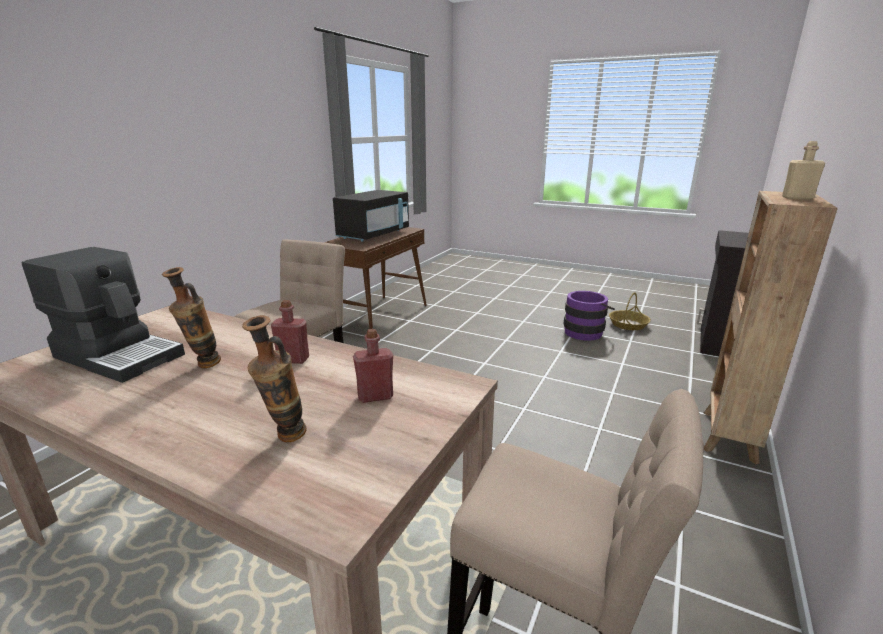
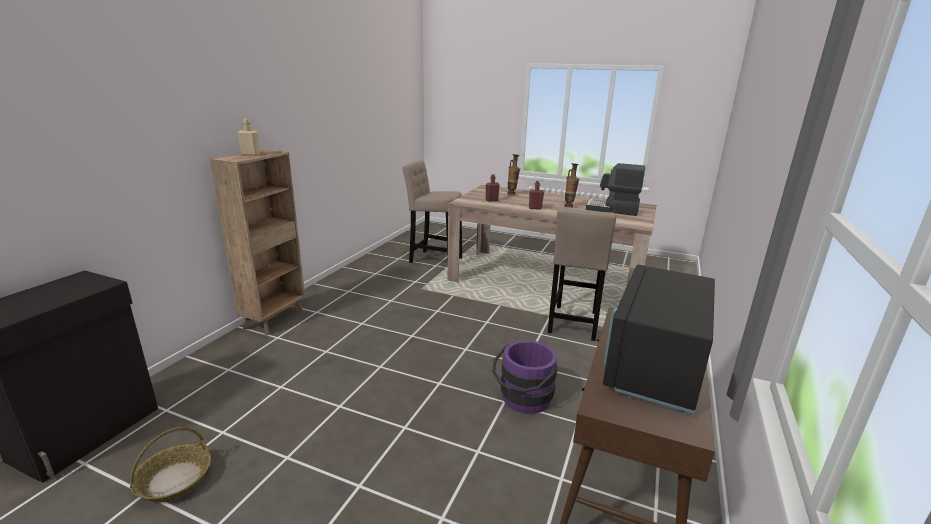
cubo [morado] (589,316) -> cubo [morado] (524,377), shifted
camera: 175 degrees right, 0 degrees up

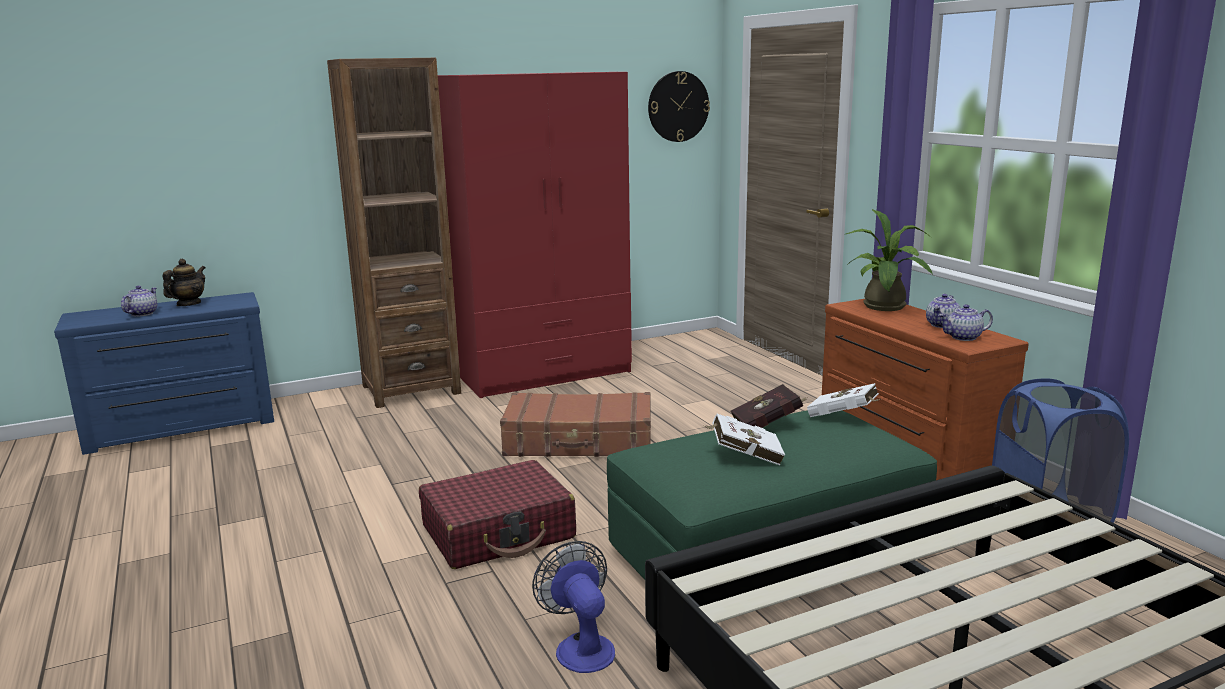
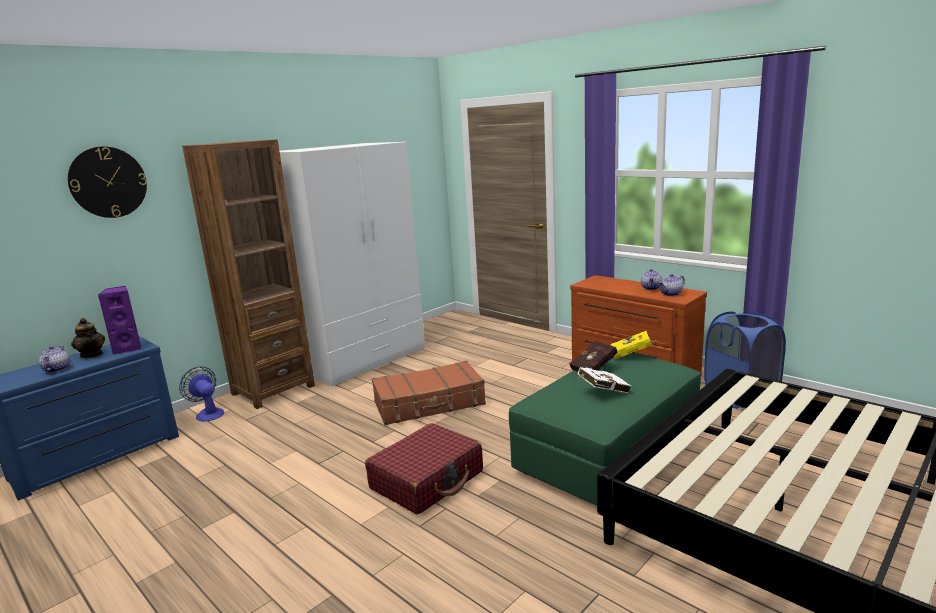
planta en maceta (889,260) -> none
none -> altavoz [morado] (120,320)
ventilador (573,607) -> ventilador (201,393), shifted
reloj de pared (679,106) -> reloj de pared (107,182), shifted
armario ropero [rojo] (535,235) -> armario ropero [blanco] (352,264)
libro [blanco] (844,400) -> libro [amarillo] (634,345)
tetera (184,282) -> tetera (88,338), 135 degrees clockwise
camera: 20 degrees left, 0 degrees up

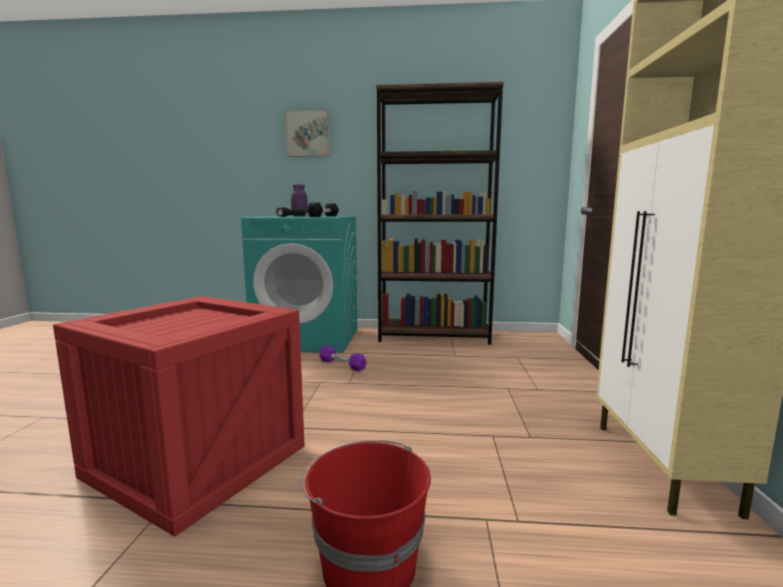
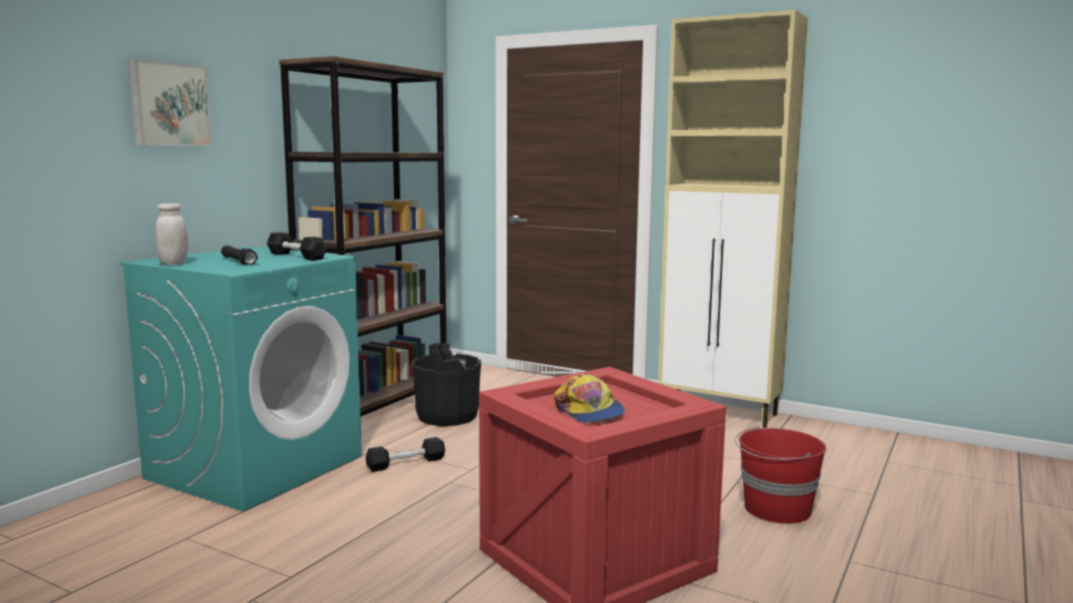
tarro [morado] (299,200) -> none
none -> tarro [blanco] (171,234)
none -> cubo [negro] (446,384)
none -> gorra (589,398)
mancuerna [morado] (343,358) -> mancuerna [negro] (405,454)
camera: 65 degrees left, 0 degrees up

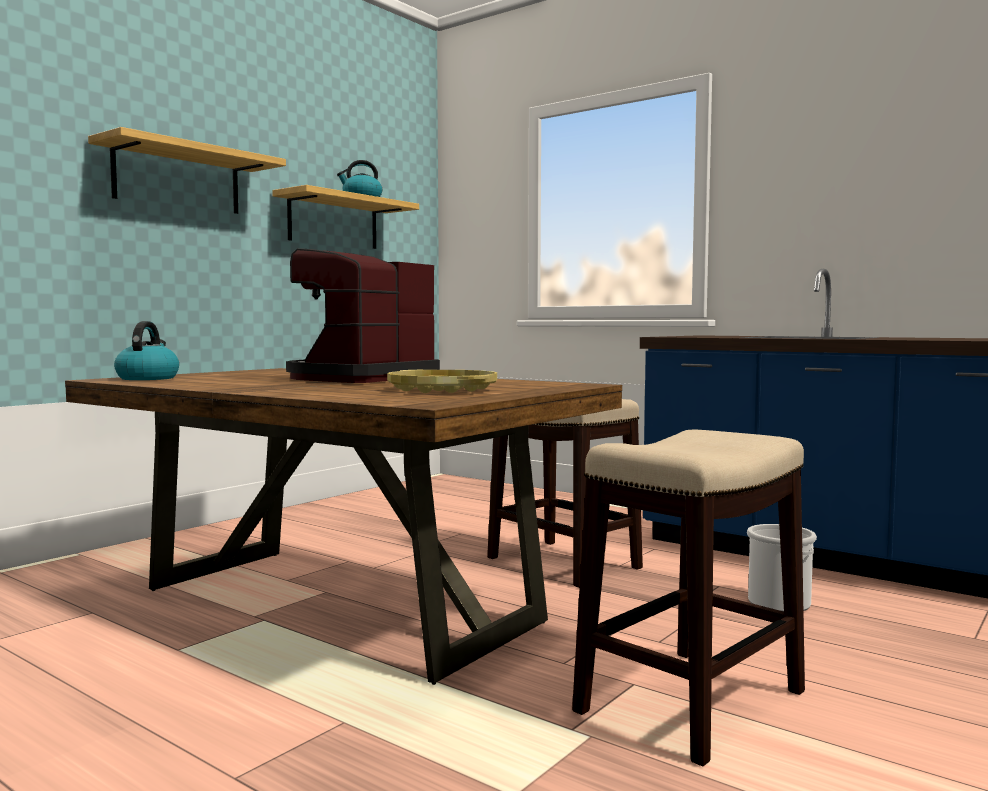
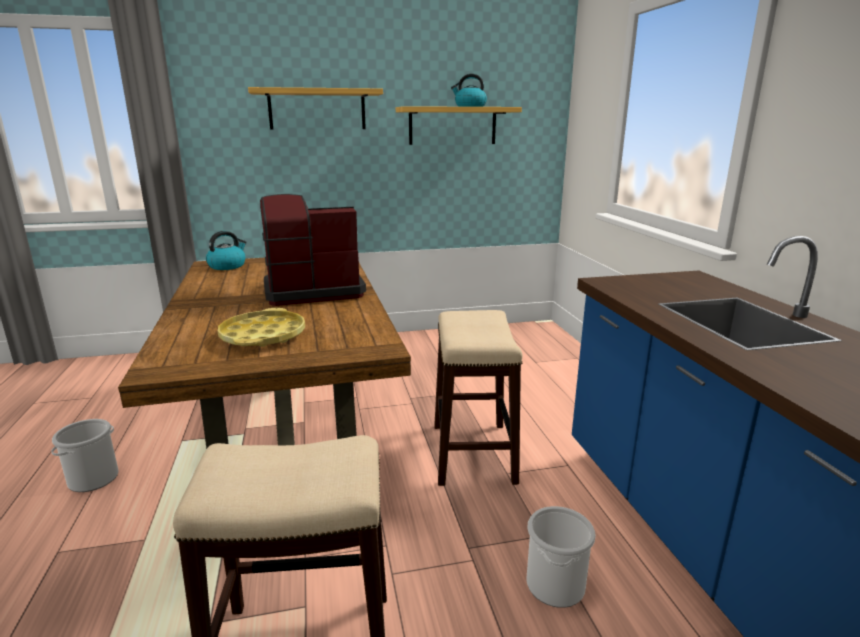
none -> cubo (85,455)
camera: 40 degrees right, 15 degrees up

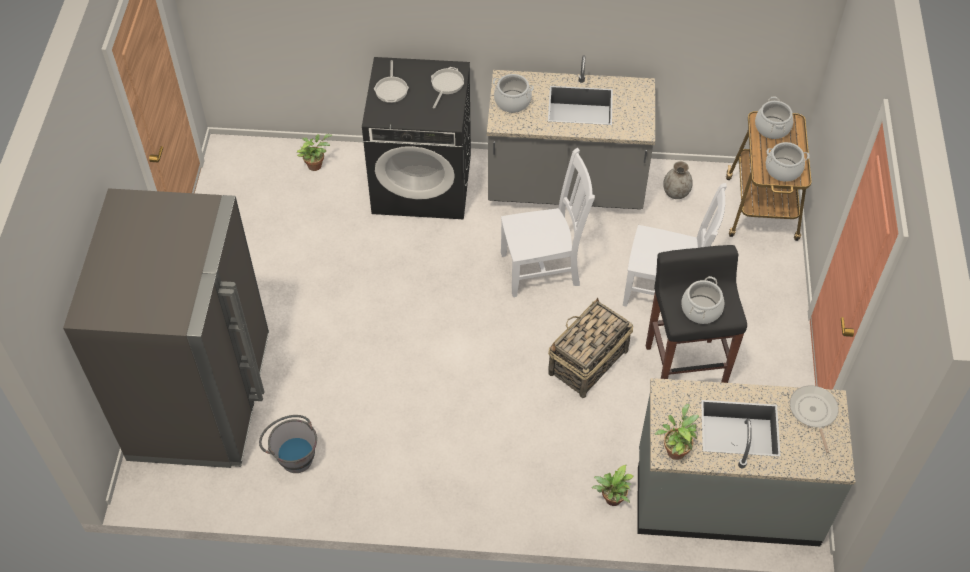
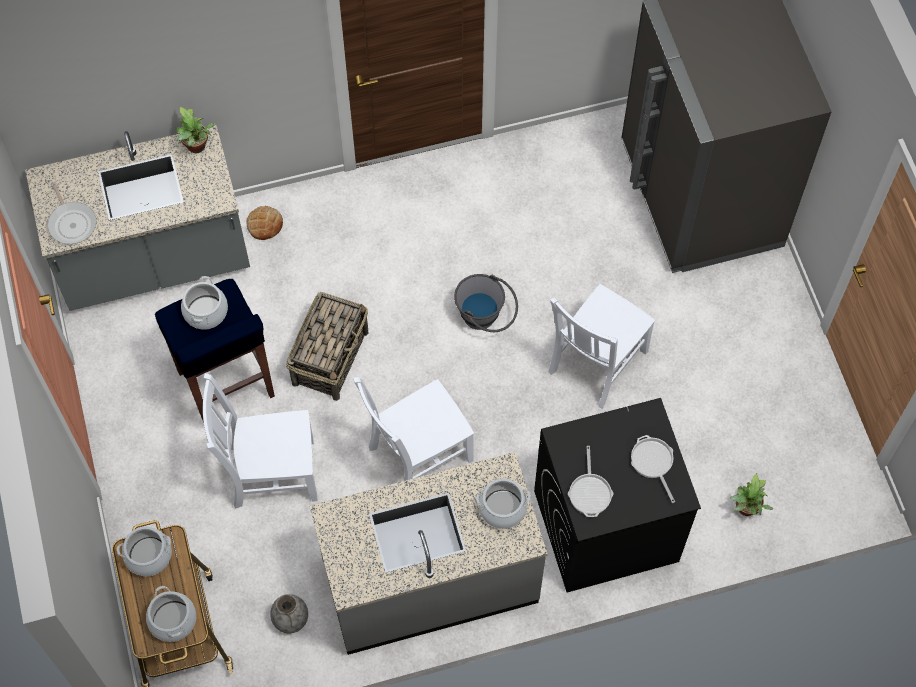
none -> silla [blanco] (601,346)
cubo [gris] (288,444) -> cubo [gris] (486,303), shifted
planta en maceta (613,485) -> pan (265,223)
taburete [negro] (696,314) -> taburete [azul] (215,351)
camera: 160 degrees right, 10 degrees up

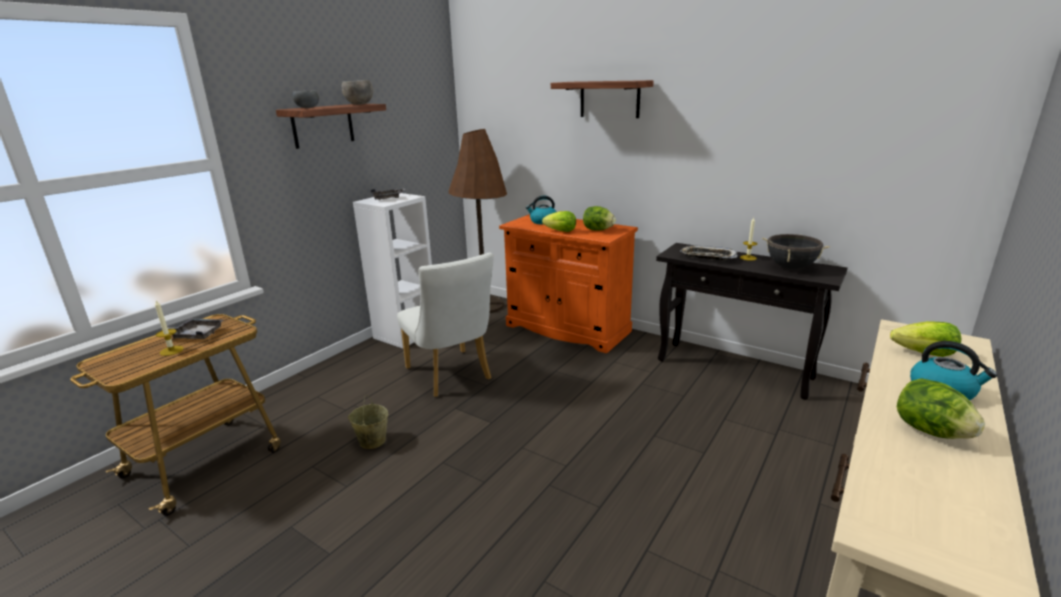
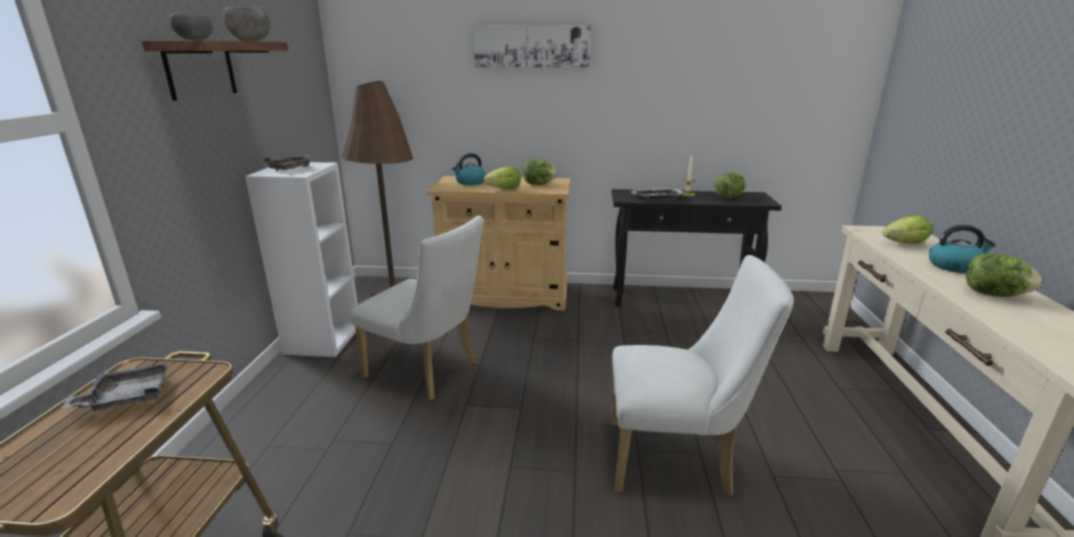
vela (169,328) -> none
cubo [beis] (368,422) -> none
none -> silla [blanco] (702,375)
estante (602,99) -> cuadro (532,46)
olla [negro] (796,251) -> lechuga (730,185)
armario [naranja] (568,284) -> armario [beis] (499,243)
camera: 30 degrees left, 0 degrees up

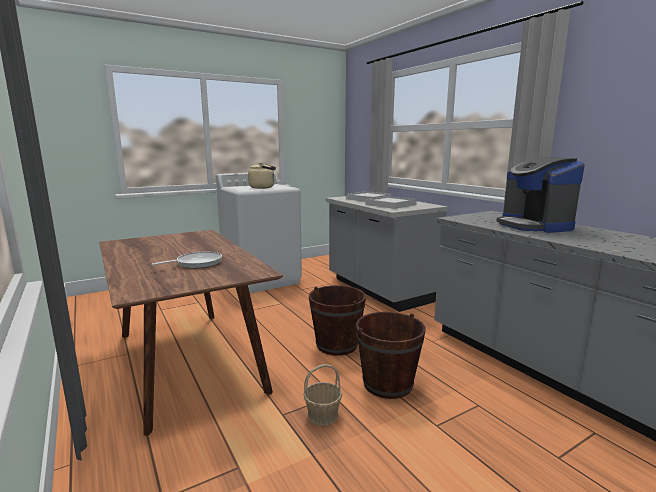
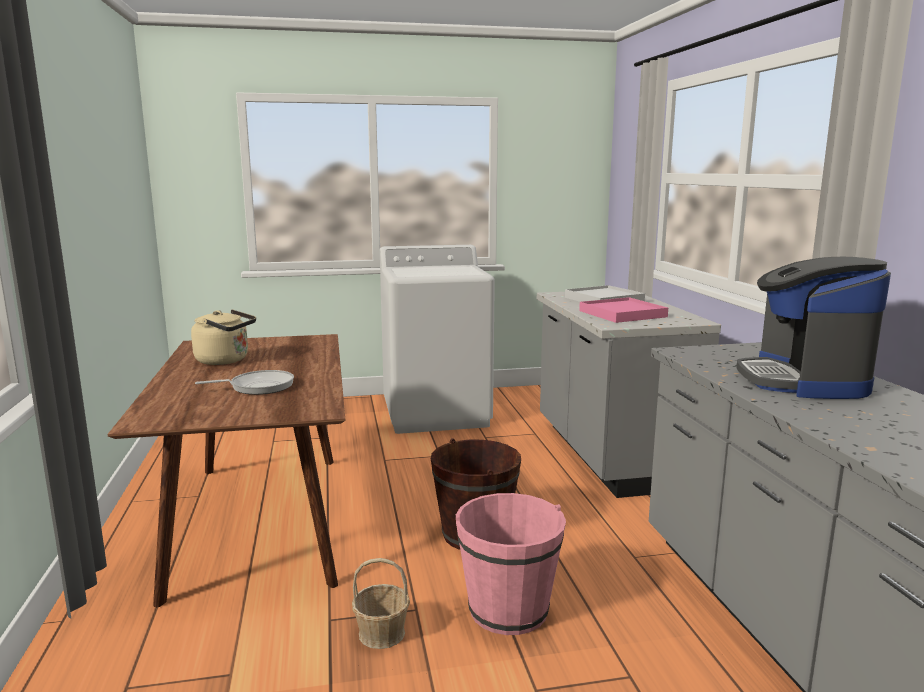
hervidor [beis] (262,176) -> hervidor [beis] (223,337), shifted
cubo [marrón] (391,355) -> cubo [rosa] (511,564)
bandeja [blanco] (391,202) -> bandeja [rosa] (623,310)
camera: 20 degrees right, 0 degrees up

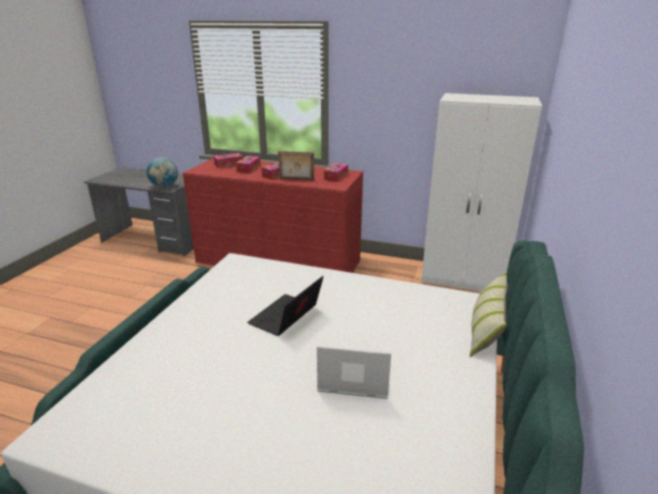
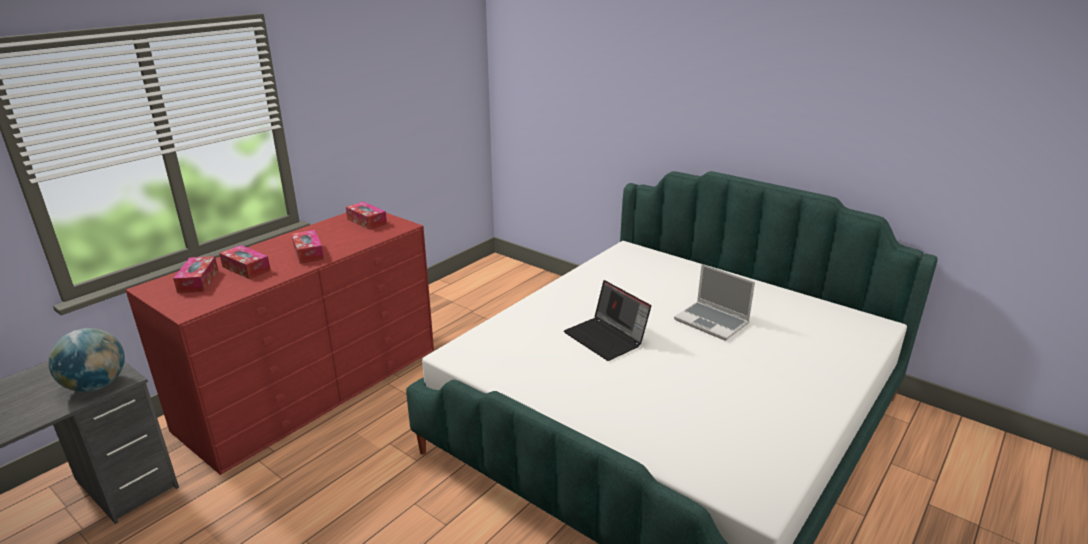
portarretratos (296,166) -> none
armario ropero [blanco] (481,192) -> none
cojín (489,314) -> none
portátil (354,372) -> portátil (714,302), 75 degrees counterclockwise
camera: 70 degrees left, 0 degrees up

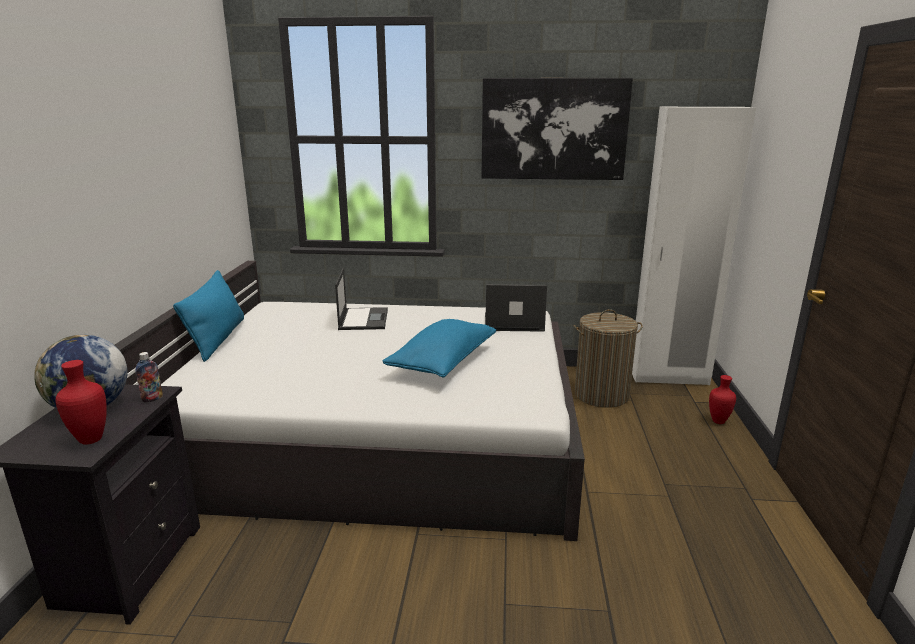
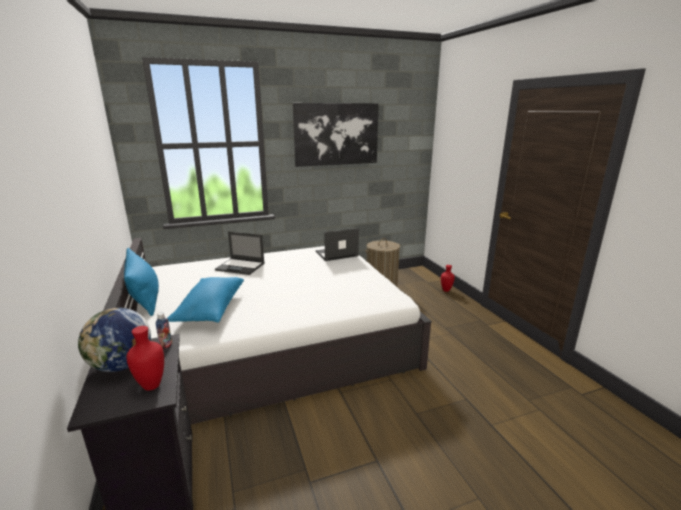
armario ropero [blanco] (694,246) -> none
cojín [azul] (439,348) -> cojín [azul] (205,299), shifted
portátil (361,299) -> portátil (240,253), 135 degrees clockwise
camera: 25 degrees left, 0 degrees up

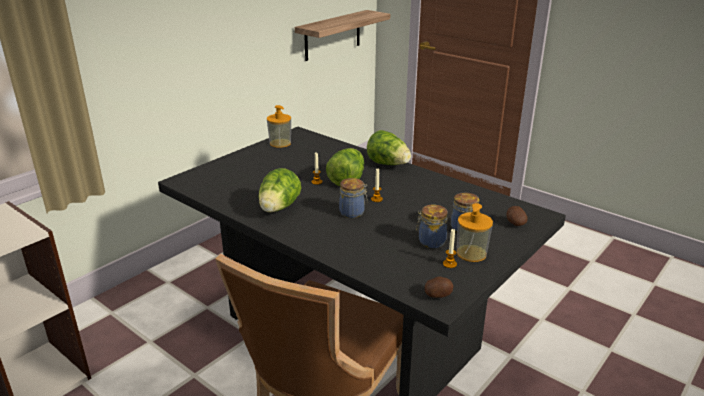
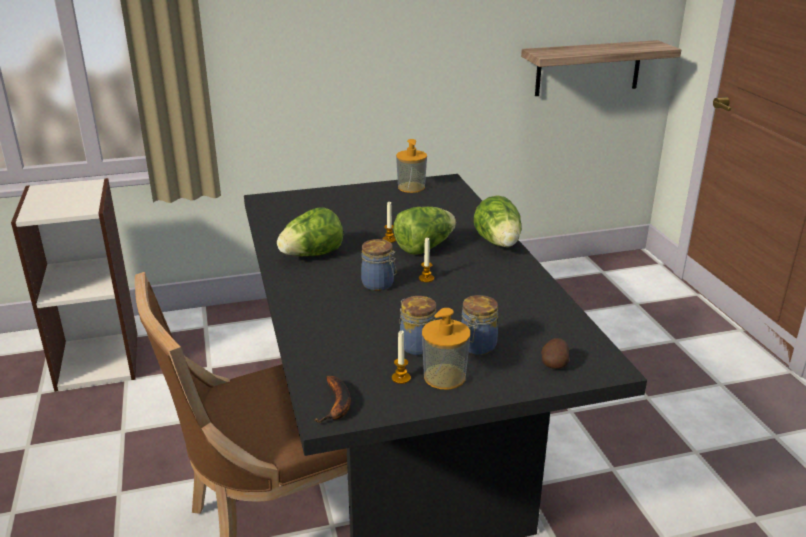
patata (439,287) -> plátano (332,399)
camera: 35 degrees right, 0 degrees up

